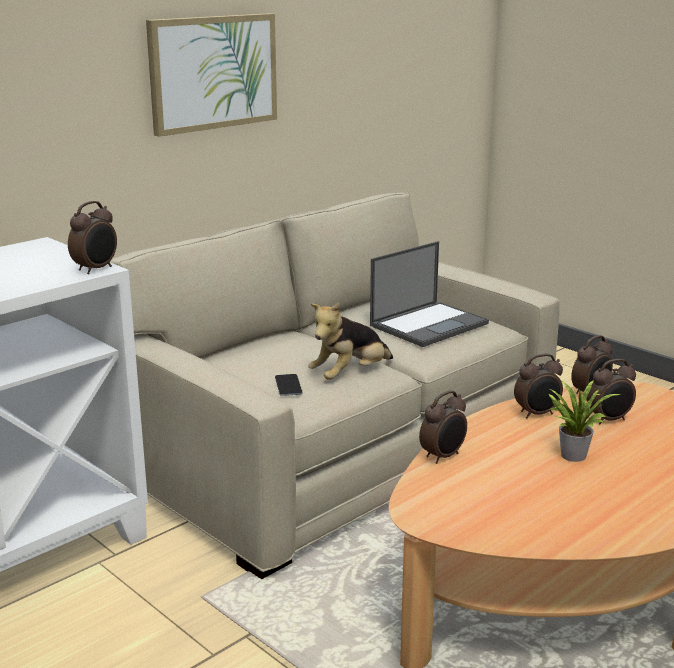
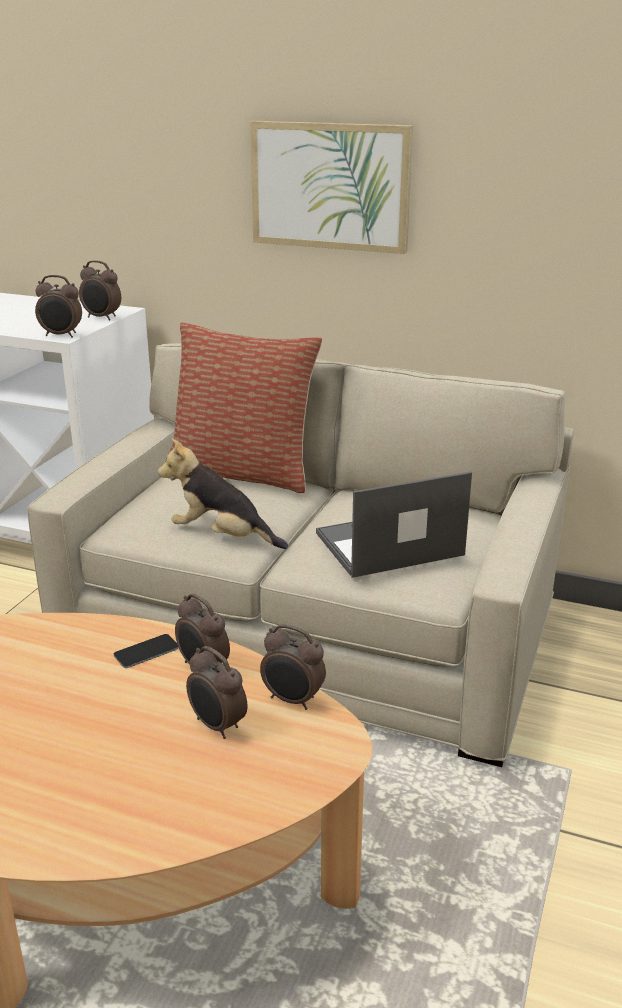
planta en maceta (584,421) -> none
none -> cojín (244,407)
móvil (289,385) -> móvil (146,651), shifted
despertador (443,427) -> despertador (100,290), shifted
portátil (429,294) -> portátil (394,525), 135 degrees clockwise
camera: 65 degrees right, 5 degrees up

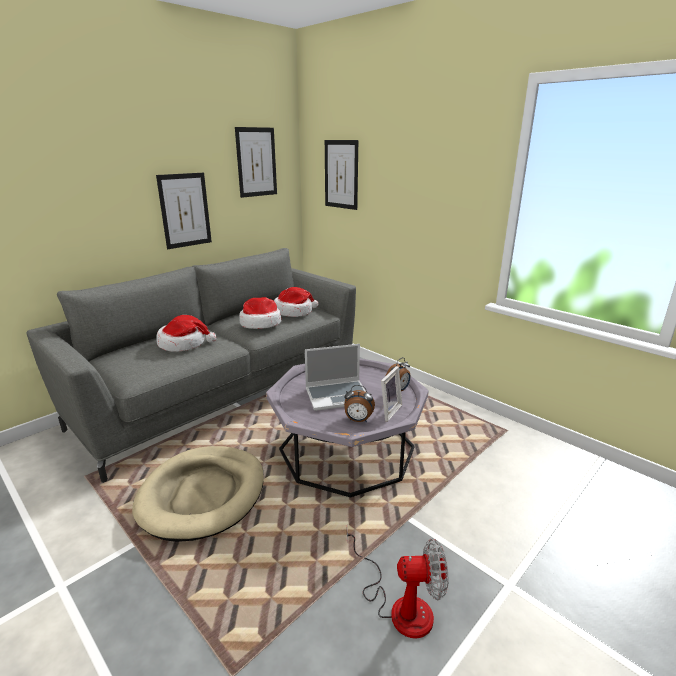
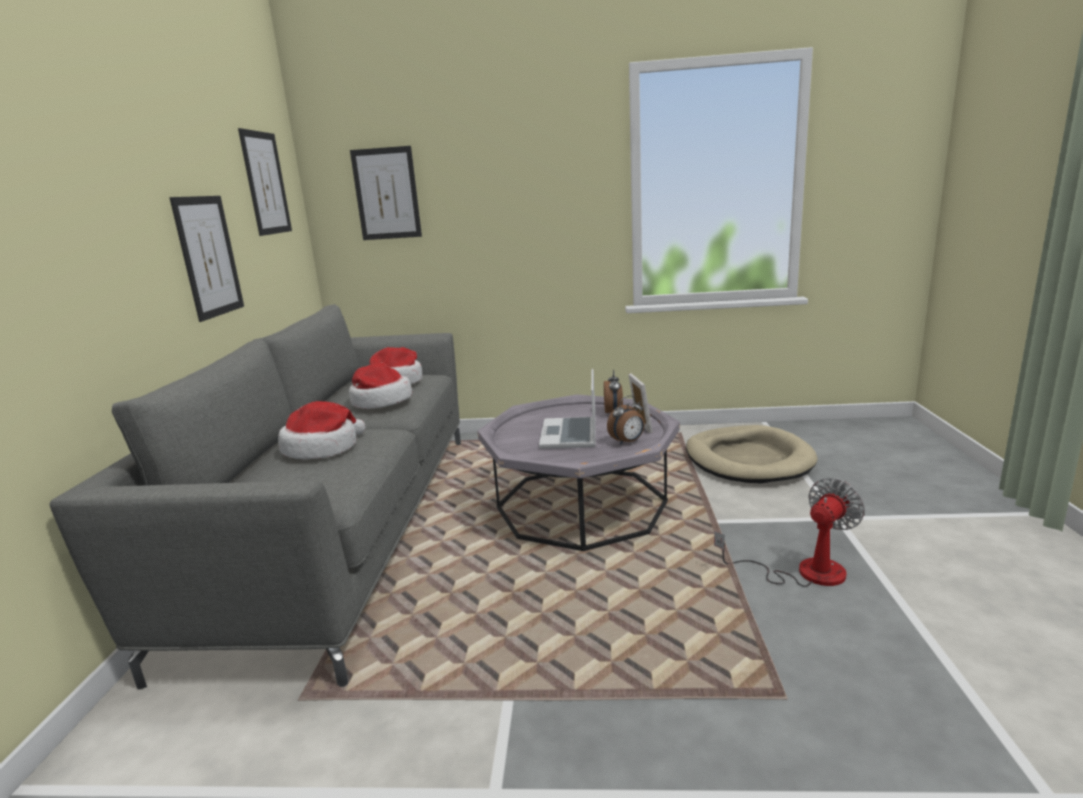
cama para perro [beis] (198,494) -> cama para perro [beis] (752,454), shifted
portátil (335,377) -> portátil (567,409), 150 degrees clockwise
camera: 40 degrees left, 5 degrees down

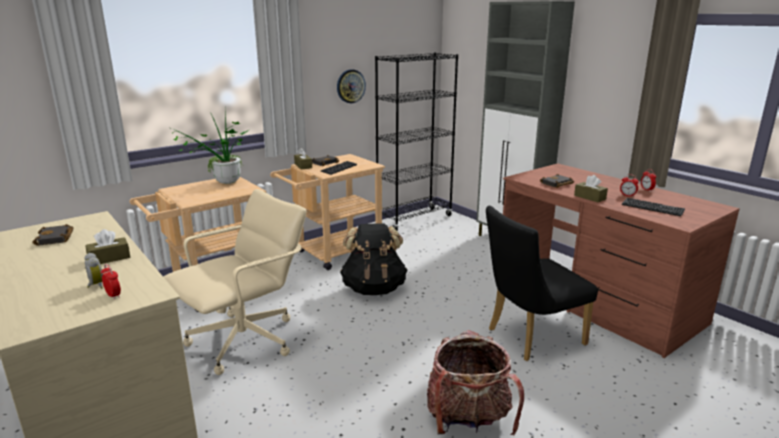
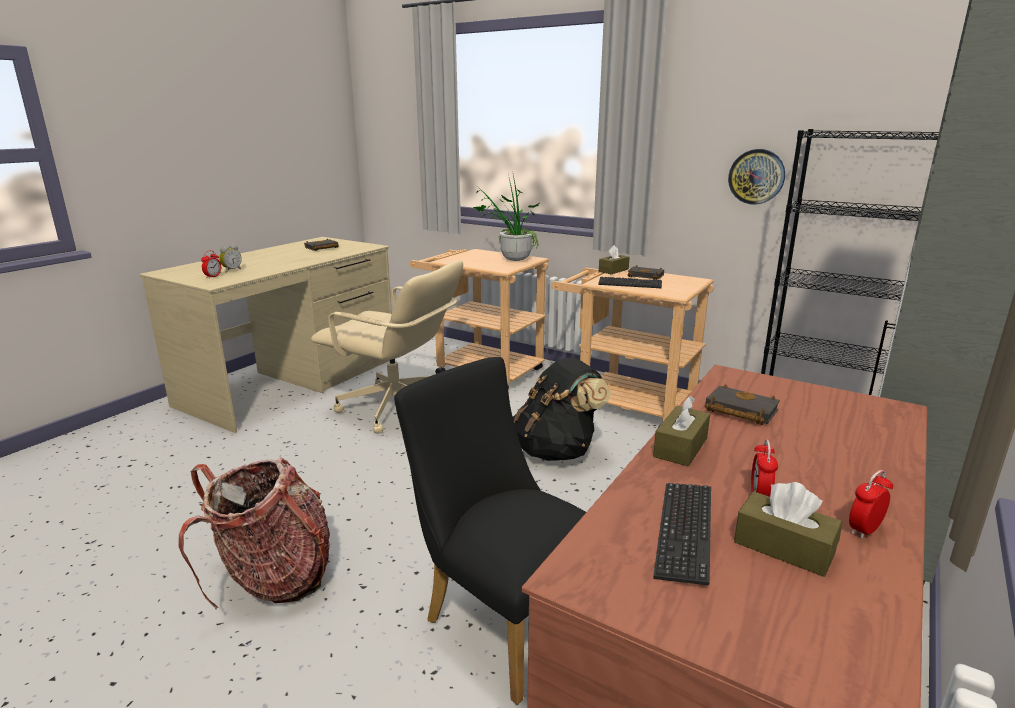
caja de pañuelos [marrón] (107,246) -> caja de pañuelos [marrón] (788,529), shifted
camera: 70 degrees right, 0 degrees up

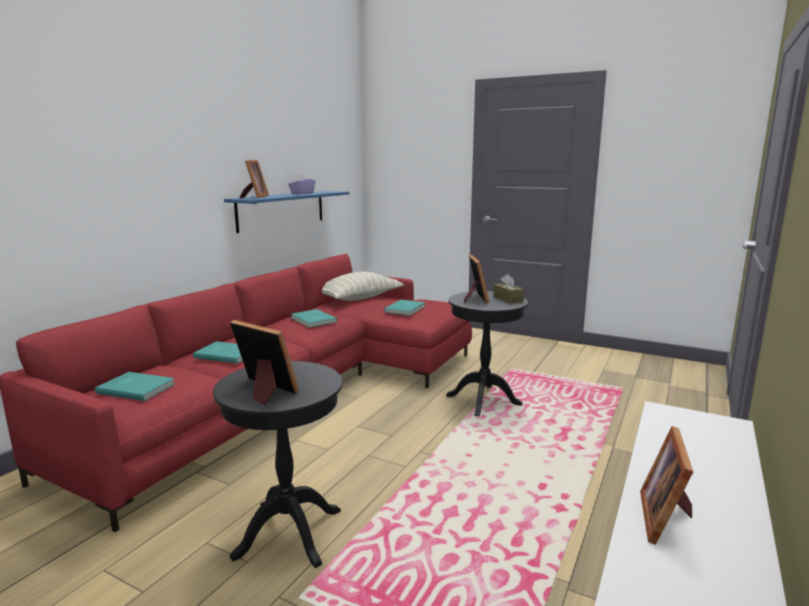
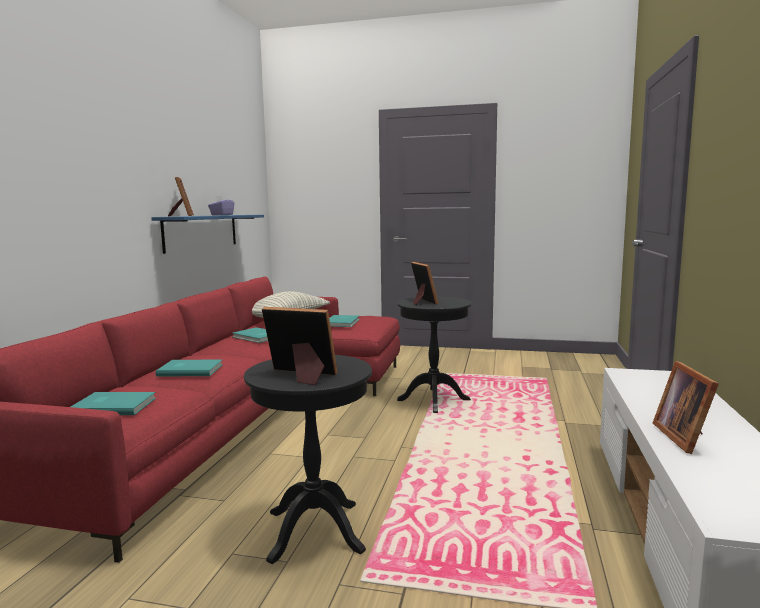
caja de pañuelos [marrón] (509,289) -> none
camera: 15 degrees left, 5 degrees down

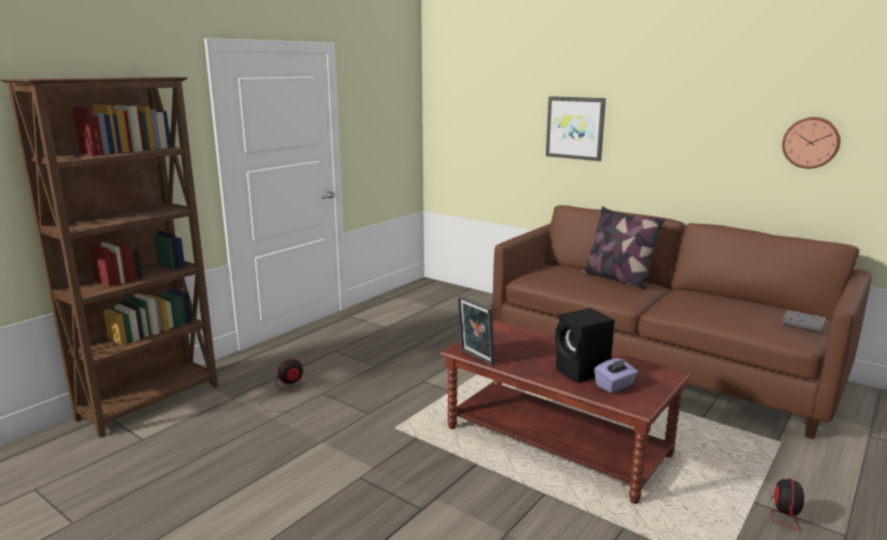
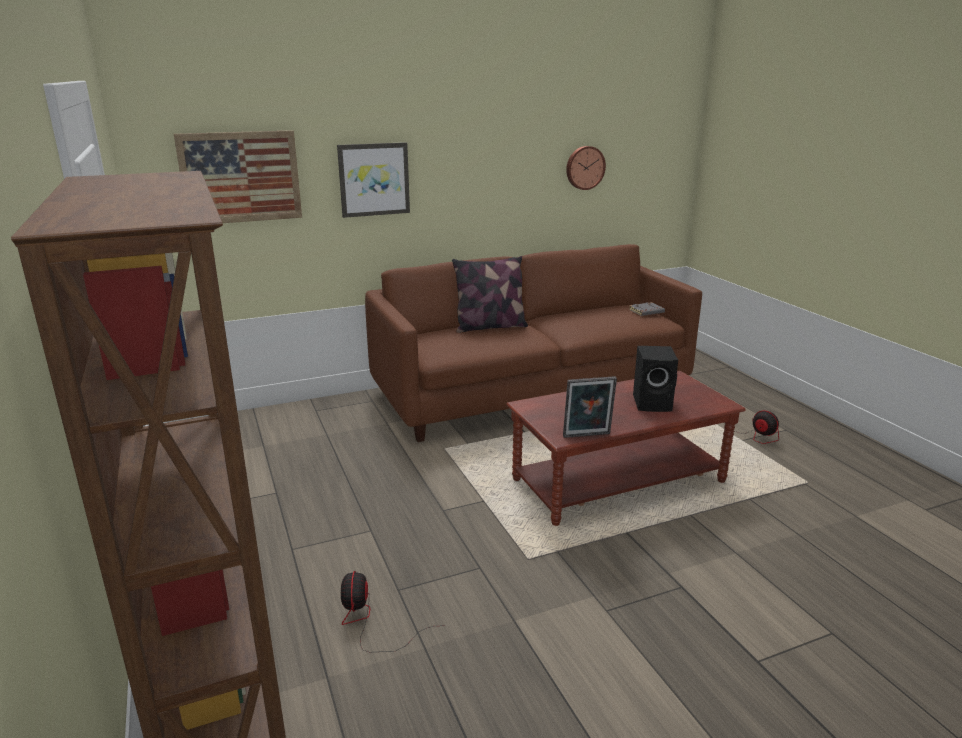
caja de pañuelos [morado] (616,375) -> none
none -> cuadro (238,176)
camera: 60 degrees left, 5 degrees up

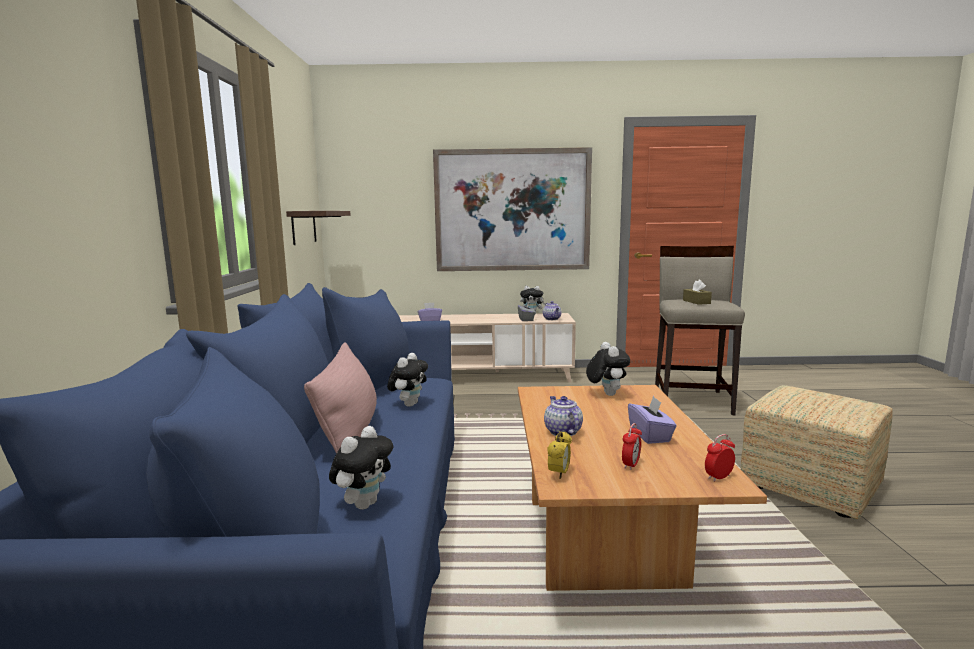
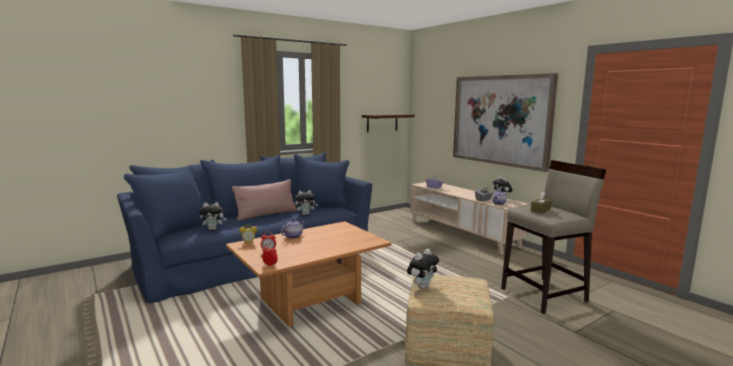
caja de pañuelos [morado] (652,420) -> none
peluche (608,369) -> peluche (423,269), shifted
camera: 55 degrees right, 0 degrees up

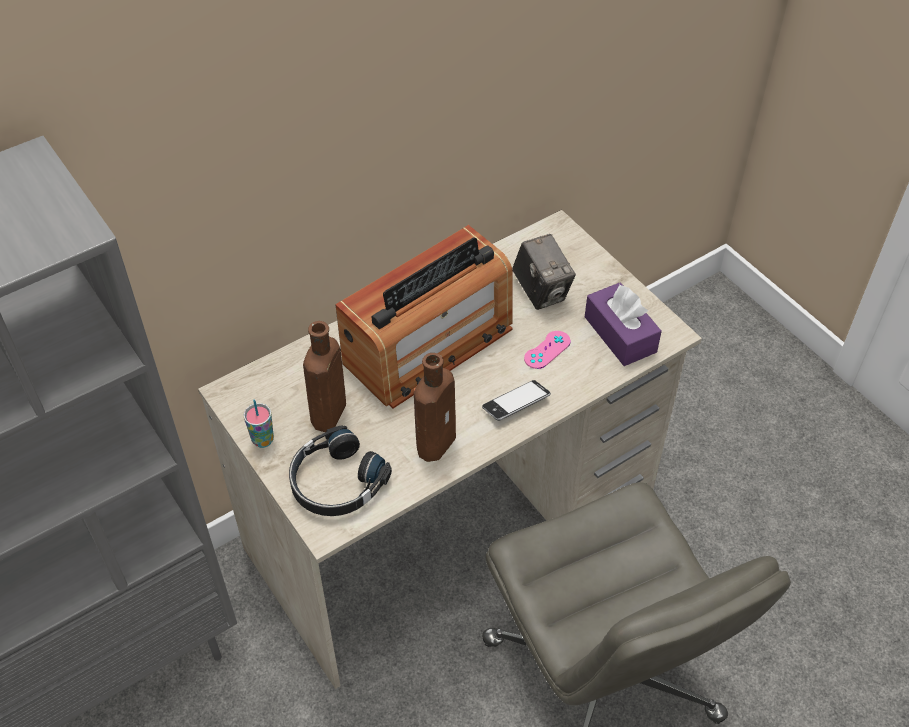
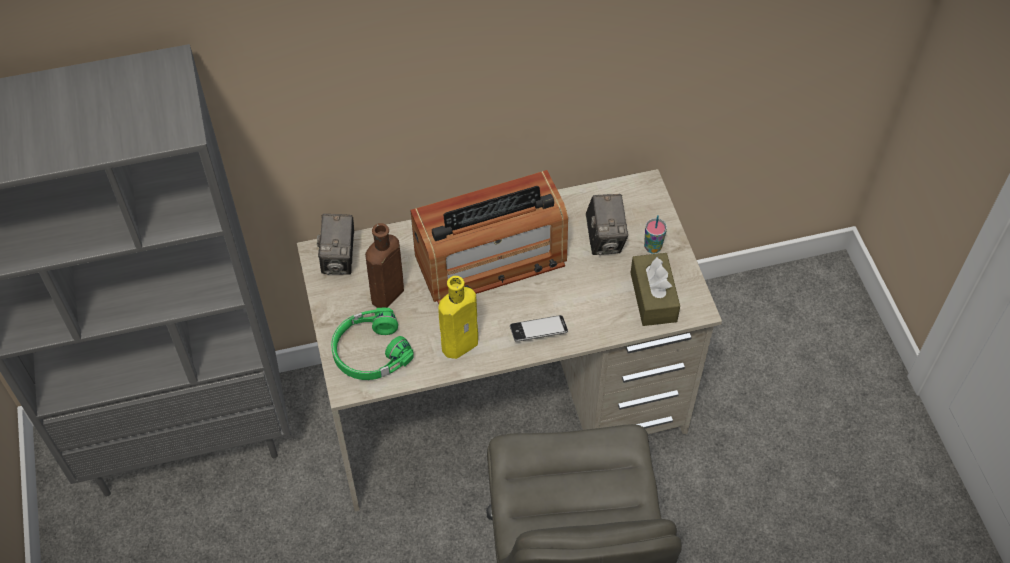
mando de consola [rosa] (547,350) -> none
none -> cámara (335,244)
taza (259,424) -> taza (655,234), shifted
auriculares [negro] (340,470) -> auriculares [verde] (372,344)
botella [marrón] (435,407) -> botella [amarillo] (458,317)
caja de pañuelos [morado] (623,324) -> caja de pañuelos [marrón] (655,289)
camera: 20 degrees right, 5 degrees up

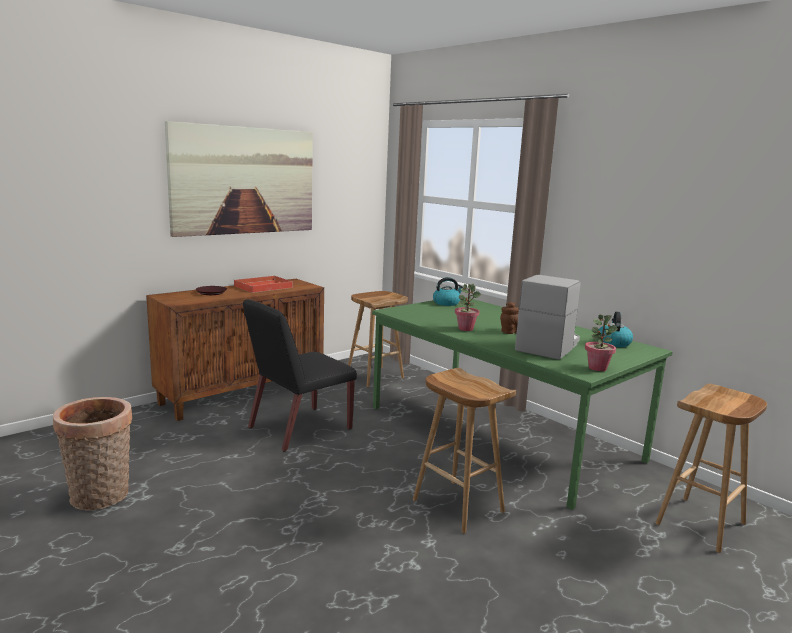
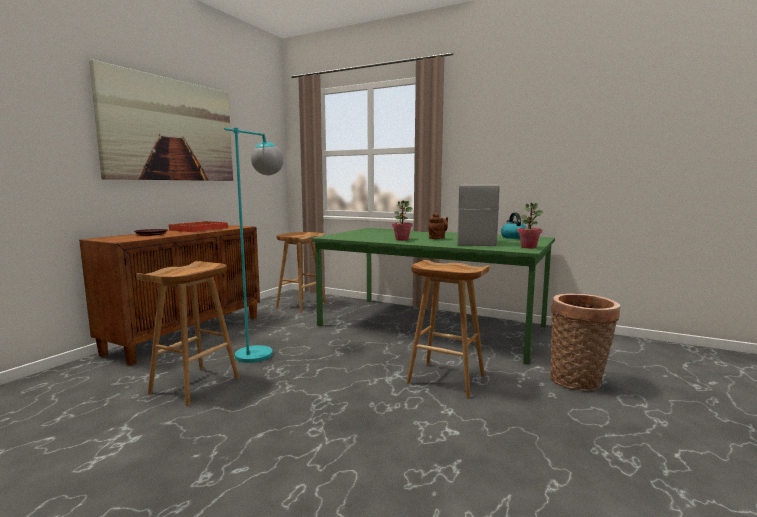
hervidor (448,291) -> none
cesta (92,453) -> cesta (585,342), shifted
taburete [marrón] (711,468) -> taburete [marrón] (187,333), shifted
silla [negro] (300,375) -> lámpara de pie [turquesa] (254,245)
camera: 20 degrees left, 5 degrees down

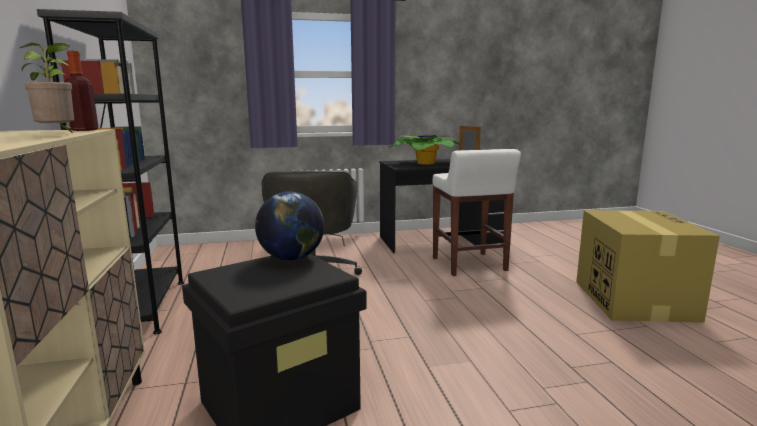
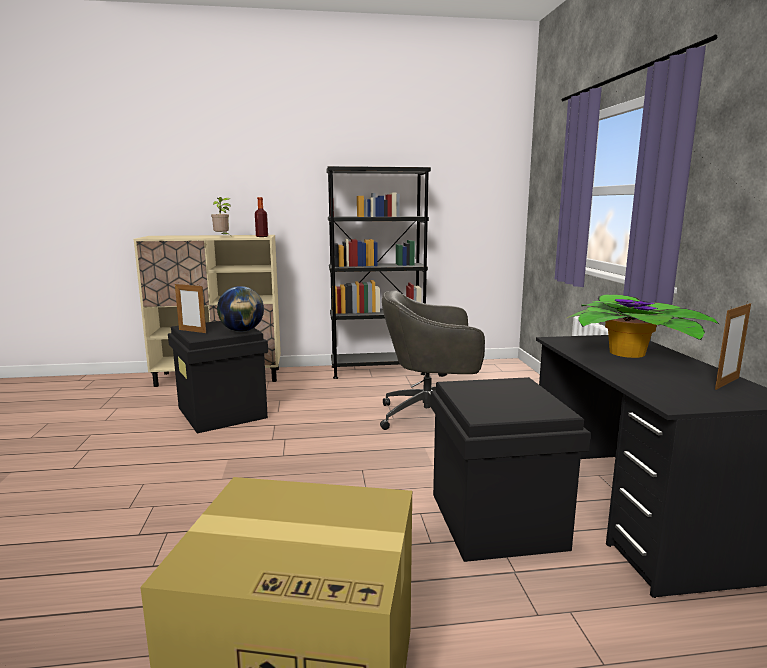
none -> portarretratos (190,308)
taburete [blanco] (476,212) -> caja de almacenaje [negro] (510,469)
camera: 95 degrees right, 0 degrees up

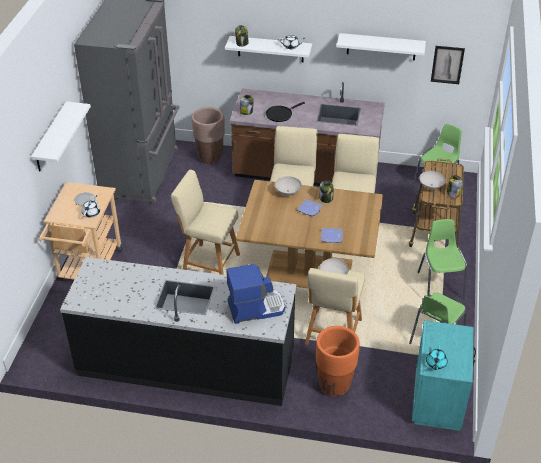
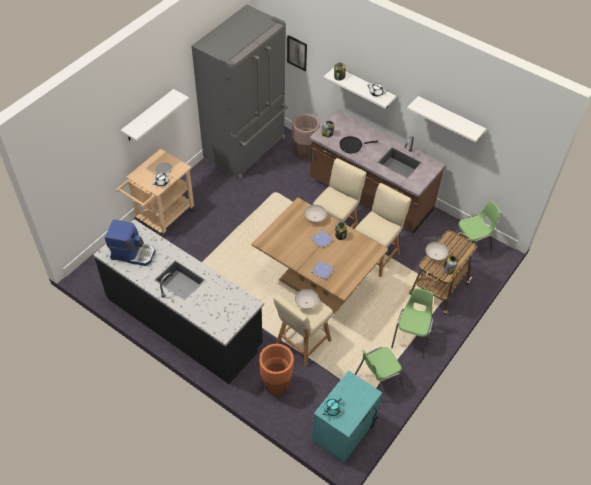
taburete [beis] (205,222) -> none
cafetera (256,294) -> cafetera (130,242), shifted
cuadro (448,65) -> cuadro (297,53), shifted
camera: 25 degrees right, 10 degrees up

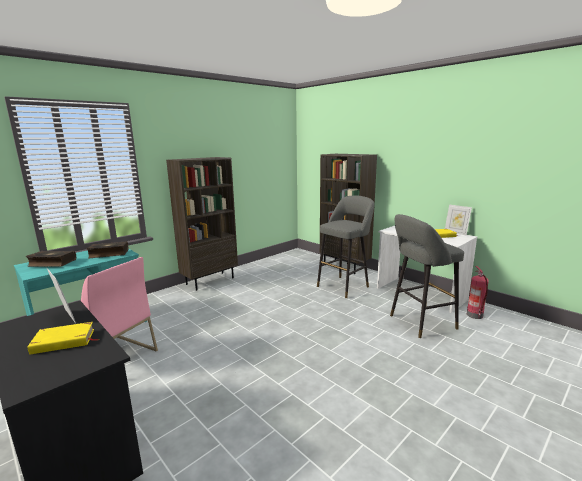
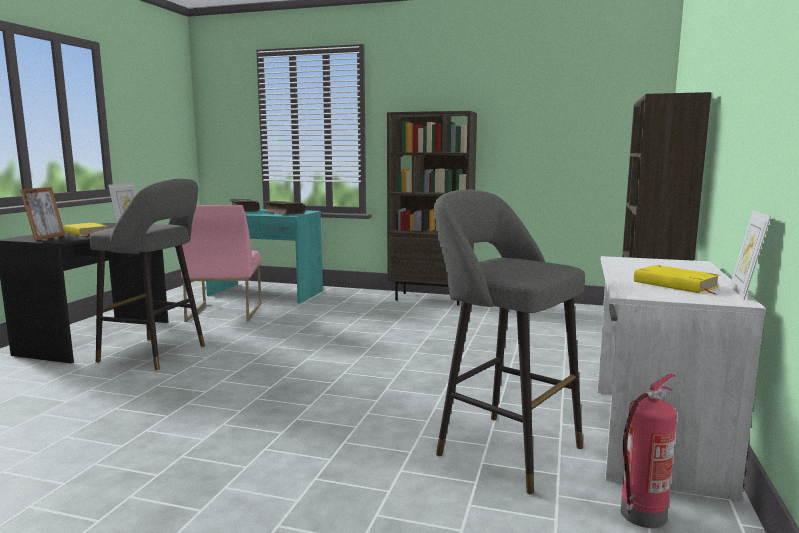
none -> portarretratos (42,214)
taburete [gris] (345,247) -> taburete [gris] (147,274), shifted
camera: 60 degrees right, 5 degrees down

